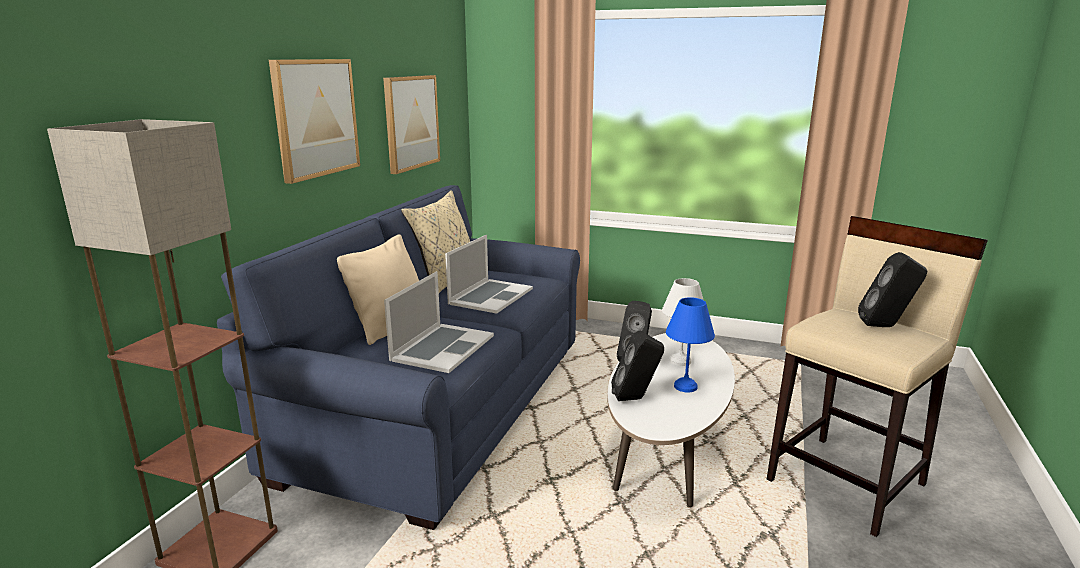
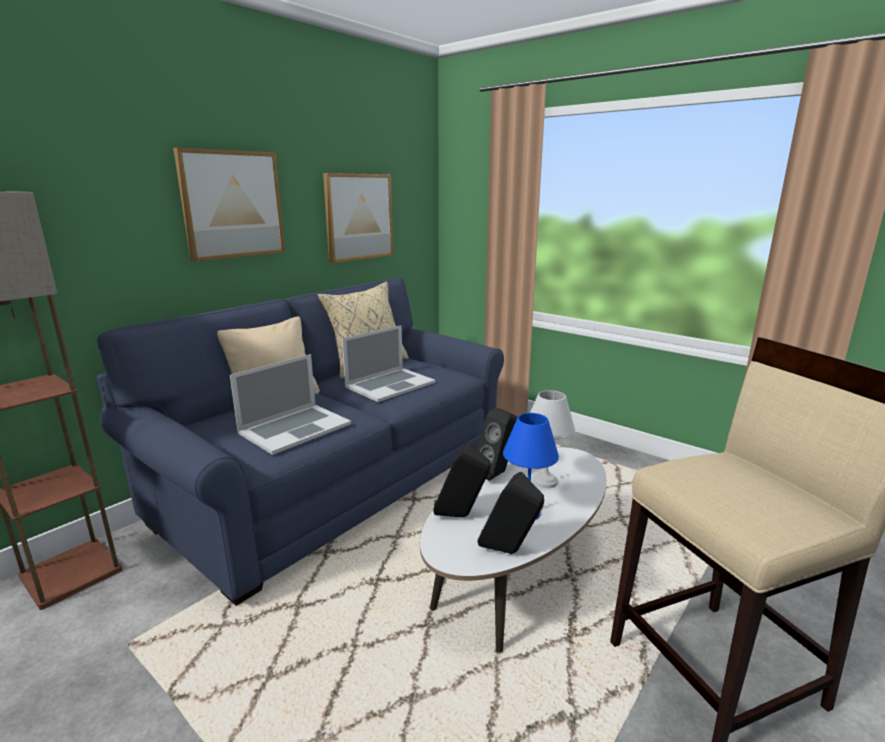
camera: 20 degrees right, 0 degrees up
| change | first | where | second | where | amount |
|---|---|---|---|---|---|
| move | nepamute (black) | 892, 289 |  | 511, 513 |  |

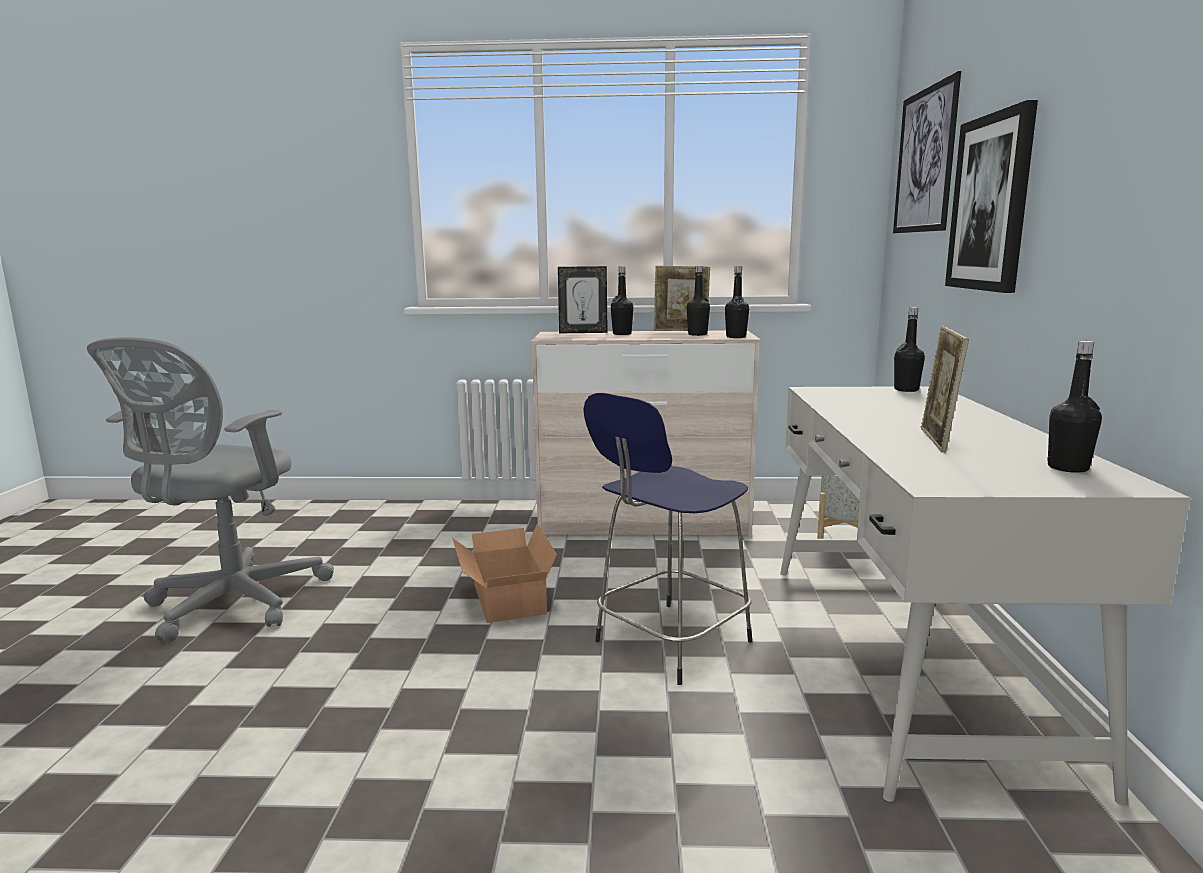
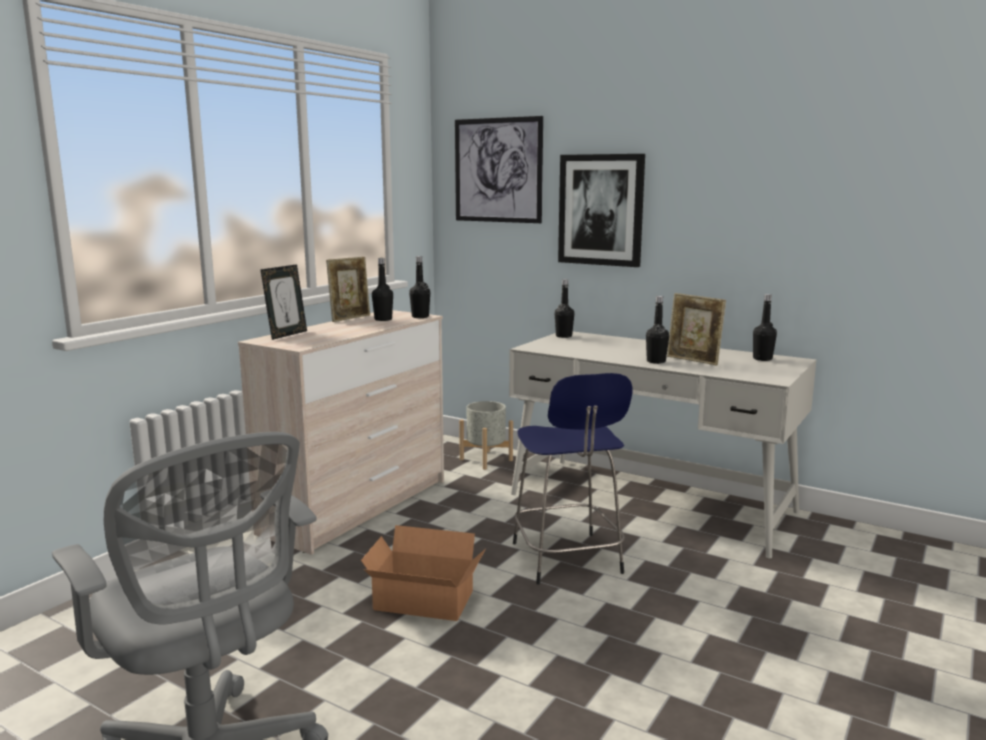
camera: 60 degrees left, 0 degrees up
| change | first | where | second | where | amount |
|---|---|---|---|---|---|
| move | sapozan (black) | 622, 301 |  | 657, 330 |  |

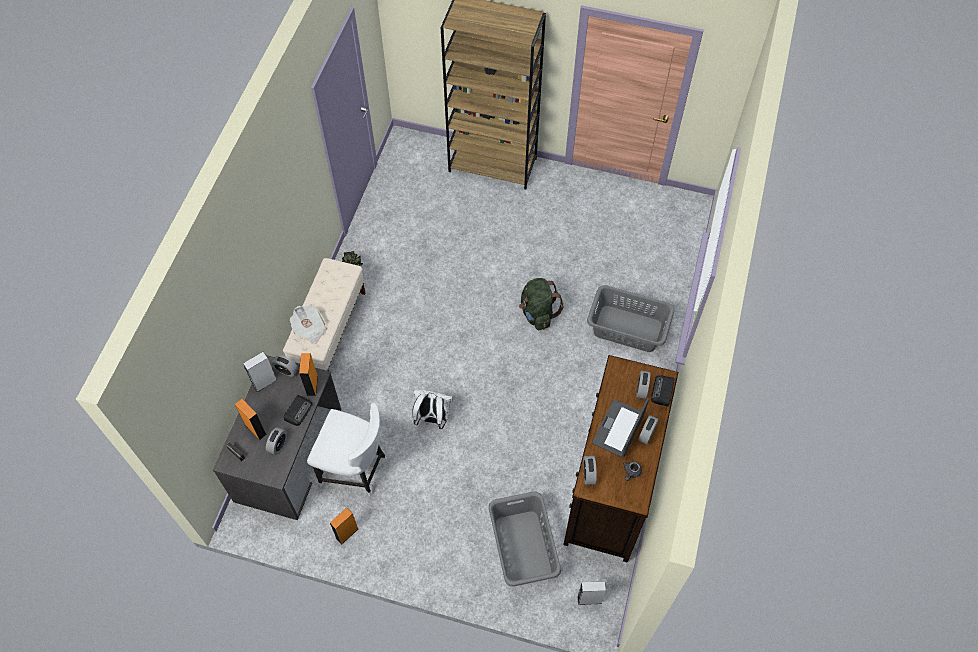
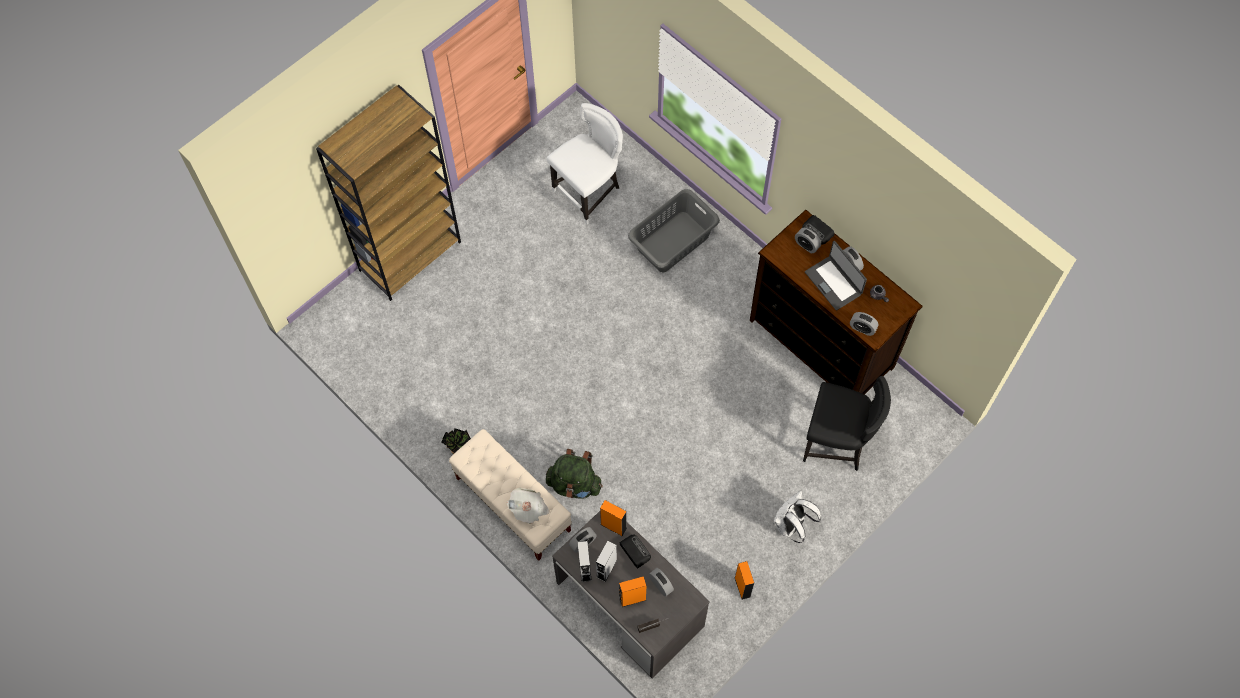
camera: 60 degrees left, 5 degrees up
| change | first | where | second | where | amount |
|---|---|---|---|---|---|
| move | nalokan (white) | 347, 450 |  | 585, 163 |  |
| move | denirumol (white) | 432, 409 |  | 797, 516 |  |
| replace | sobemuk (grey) | 525, 539 | nalokan (black) | 847, 423 |  |
| move | denirumol (green) | 541, 304 |  | 574, 474 |  |
| move | nepamute (grey) | 591, 593 |  | 606, 561 |  |

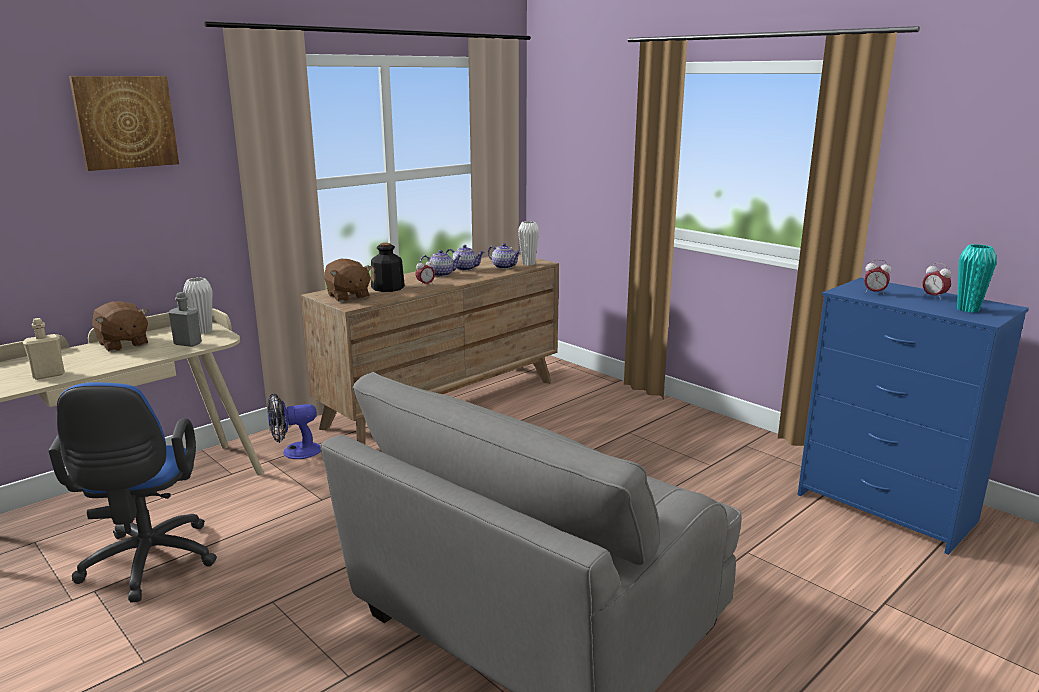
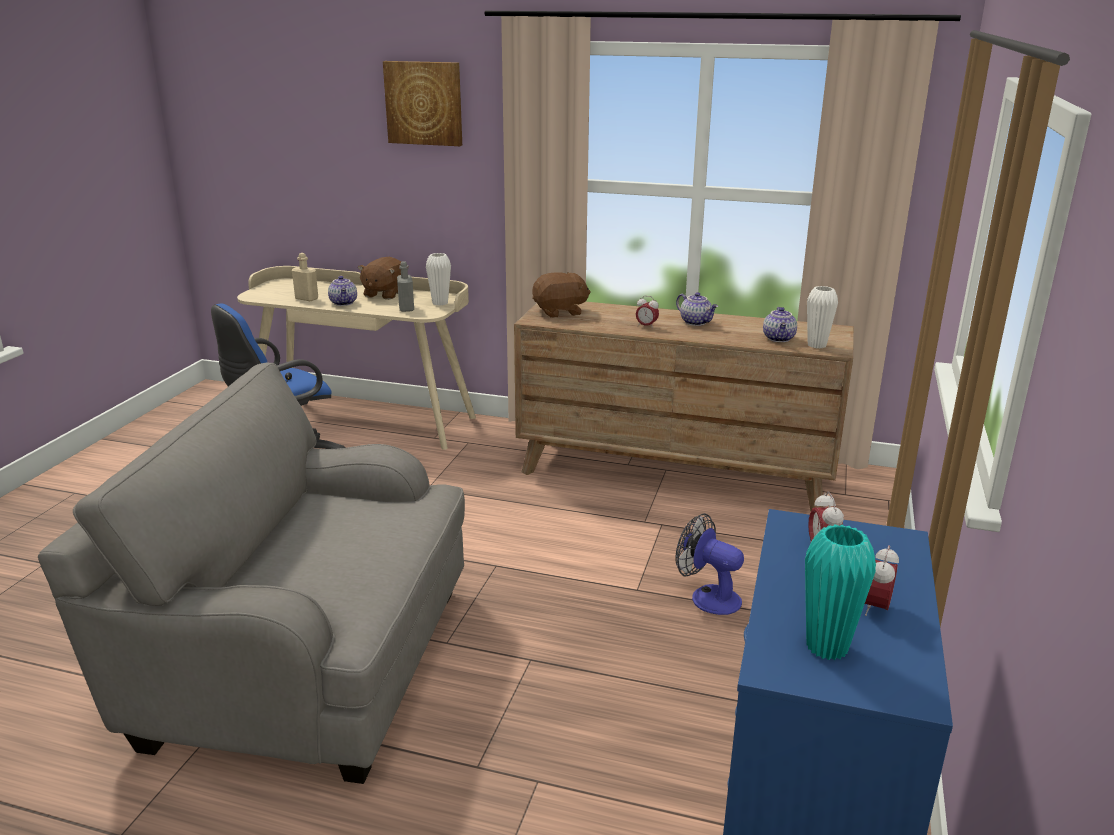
camera: 60 degrees right, 5 degrees up
| change | first | where | second | where | amount |
|---|---|---|---|---|---|
| move | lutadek | 294, 426 |  | 709, 564 |  |
| rotate | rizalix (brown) | 348, 280 |  | 561, 295 | 135 degrees counterclockwise |
| delete | sapozan | 388, 267 |  |  |  |
| move | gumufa | 465, 258 |  | 342, 291 |  |

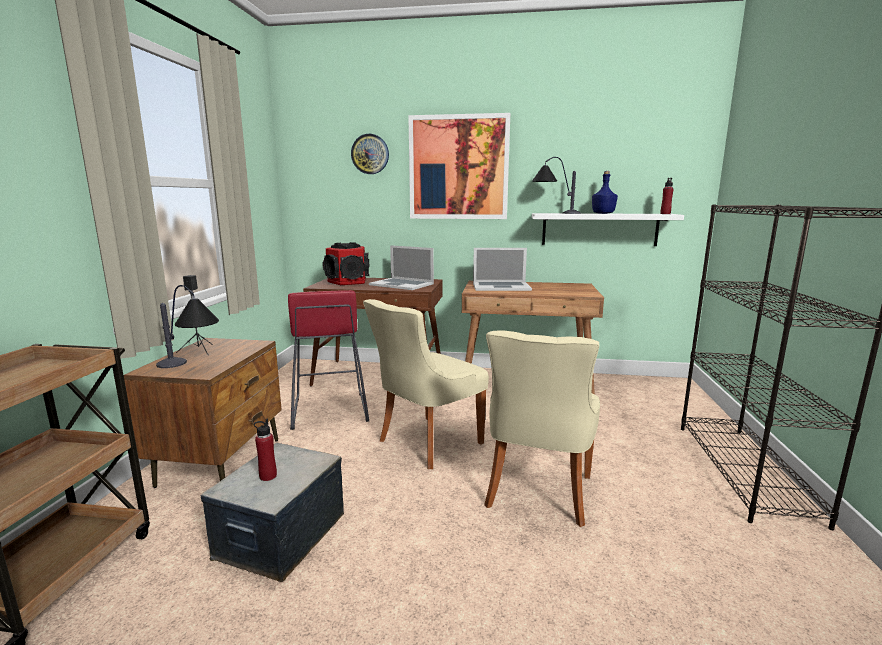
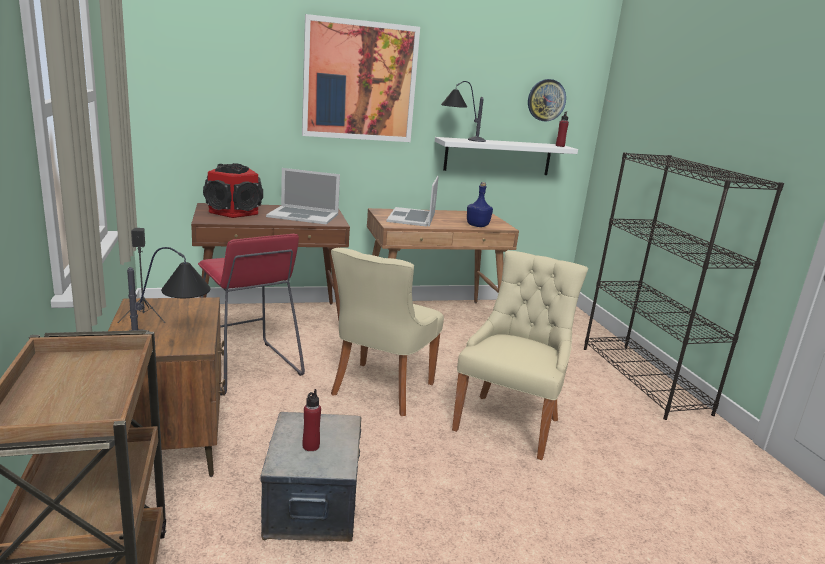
camera: 25 degrees left, 5 degrees up
| change | first | where | second | where | amount |
|---|---|---|---|---|---|
| move | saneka | 370, 154 |  | 547, 100 |  |
| rotate | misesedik | 502, 269 |  | 412, 201 | 120 degrees clockwise |
| rotate | nalokan (beige) | 542, 429 |  | 520, 355 | 150 degrees counterclockwise |
| move | sapozan (blue) | 605, 192 |  | 480, 204 |  |

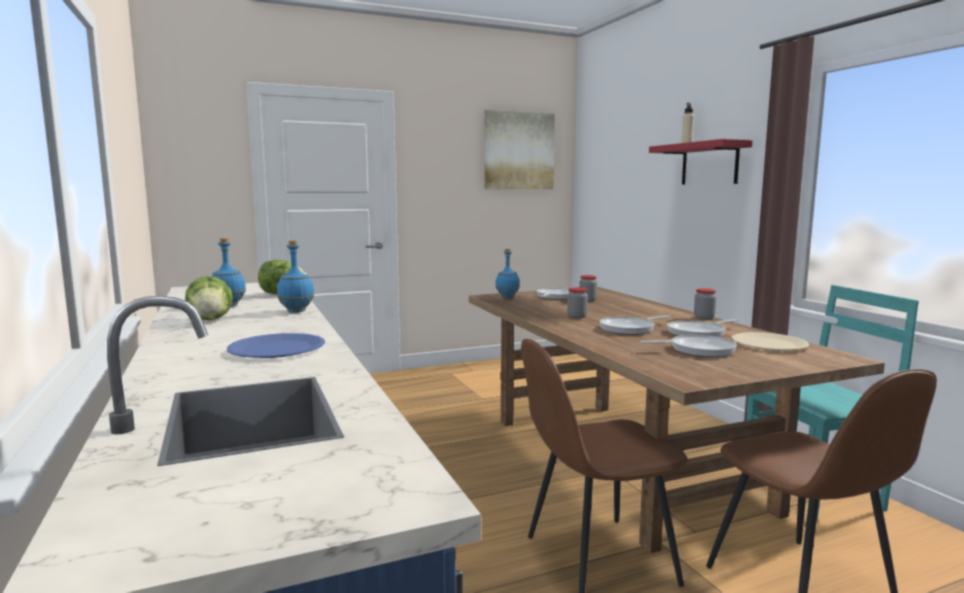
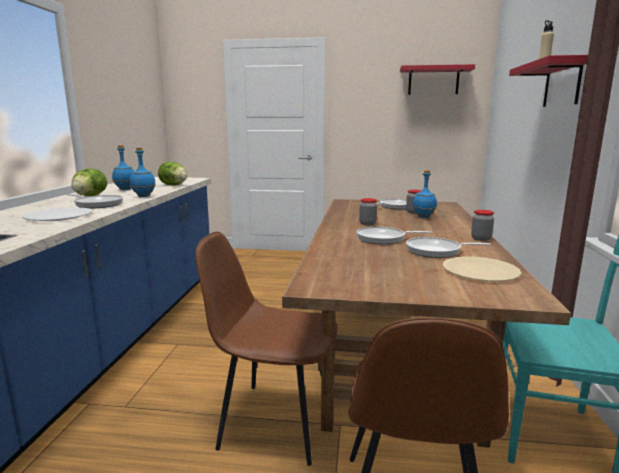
camera: 30 degrees right, 5 degrees up
| change | first | where | second | where | amount |
|---|---|---|---|---|---|
| recolor | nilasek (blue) | 276, 345 | nilasek (white) | 57, 214 |  |
| replace | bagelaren | 519, 149 | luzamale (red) | 437, 79 |  |
| move | sapozan (blue) | 507, 273 |  | 425, 194 |  |
| move | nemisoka | 689, 346 |  | 94, 201 |  |

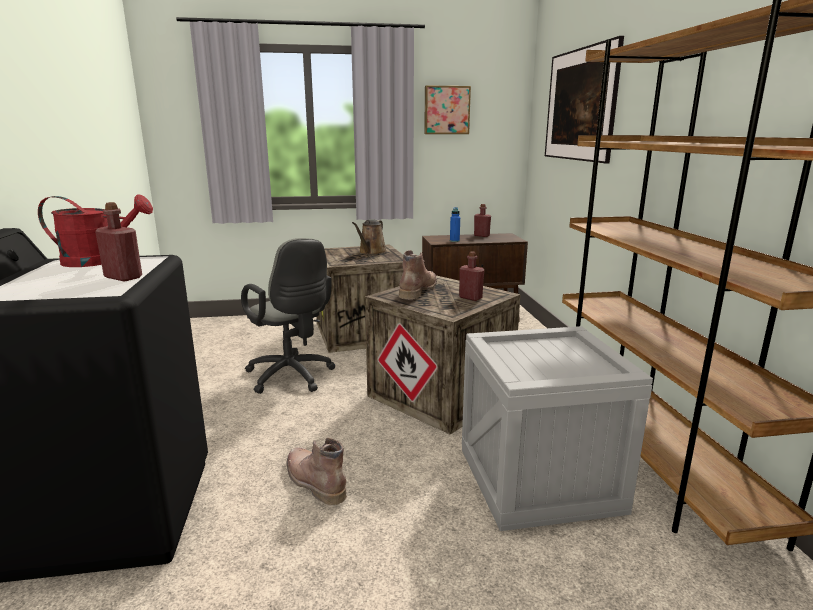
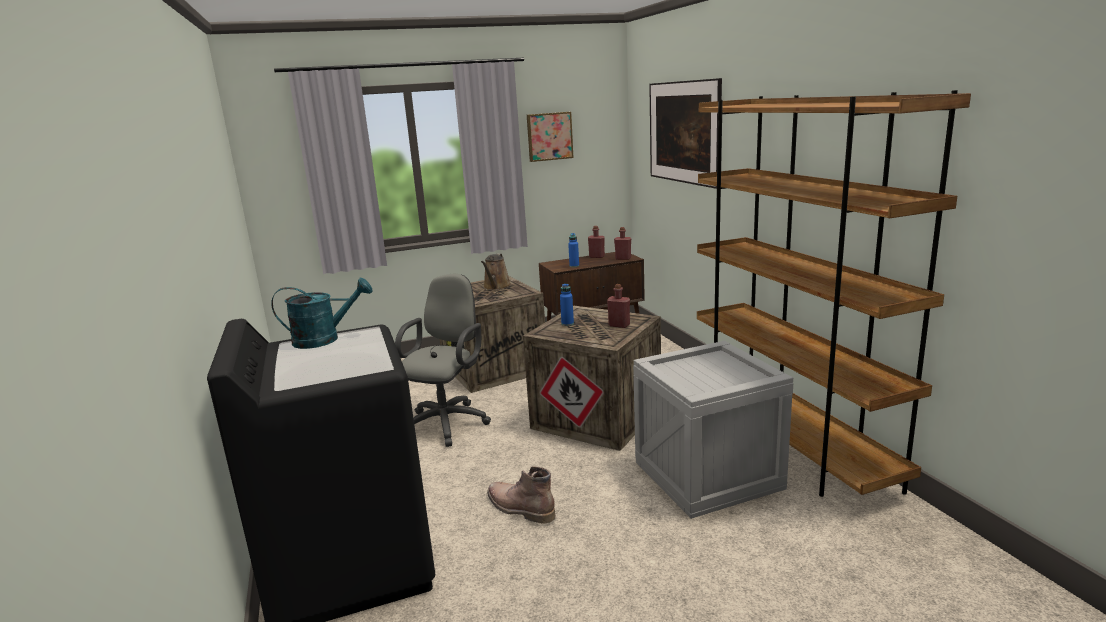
camera: 10 degrees left, 0 degrees up
| change | first | where | second | where | amount |
|---|---|---|---|---|---|
| recolor | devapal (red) | 95, 230 | devapal (turquoise) | 322, 313 |  |
| move | sapozan (red) | 118, 241 |  | 622, 243 |  |
| rotate | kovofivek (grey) | 288, 316 |  | 443, 360 | 105 degrees counterclockwise |
| replace | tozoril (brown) | 417, 275 | sapozan (blue) | 567, 304 |  |

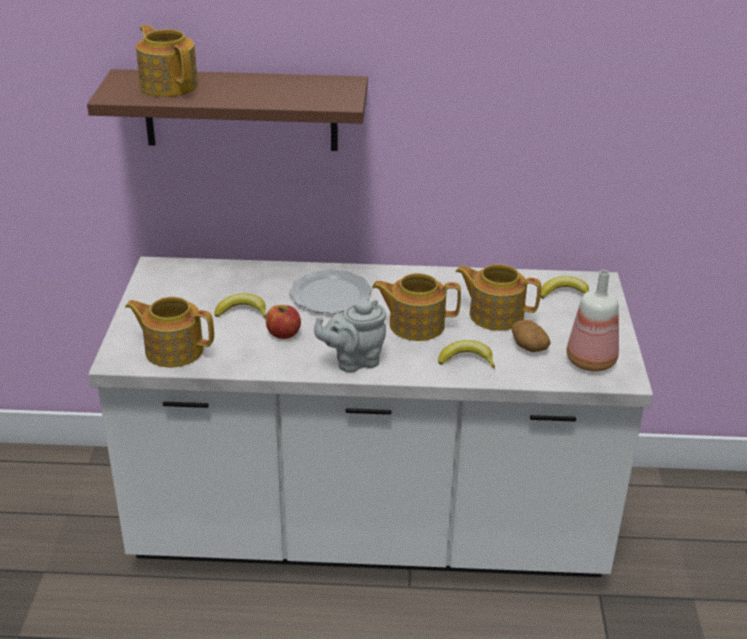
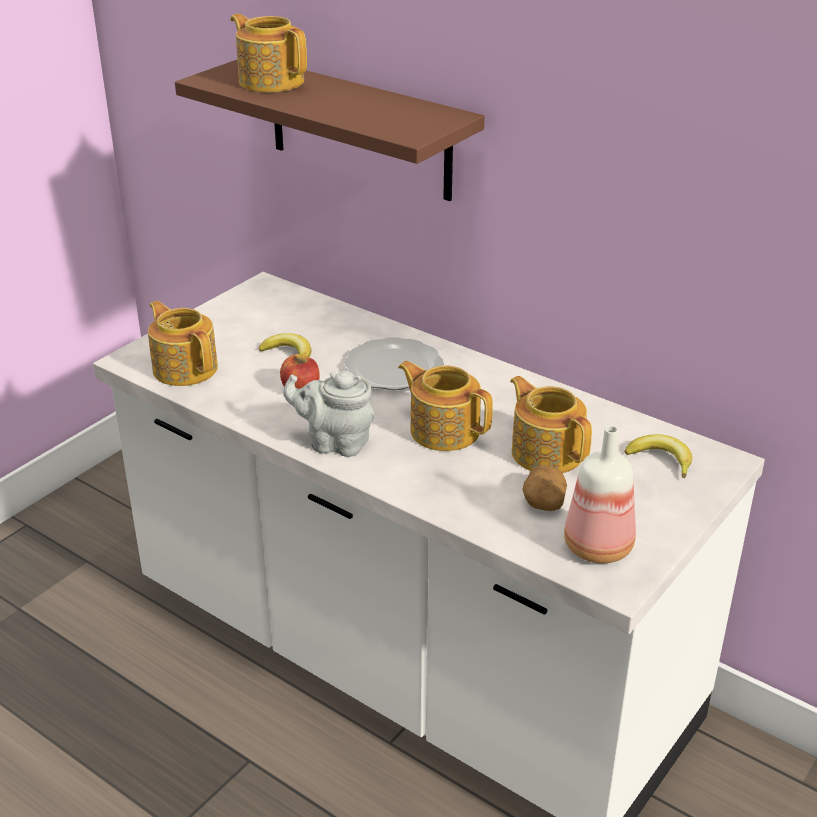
camera: 35 degrees right, 0 degrees up
| change | first | where | second | where | amount |
|---|---|---|---|---|---|
| rotate | gumufa | 167, 61 |  | 268, 53 | 45 degrees counterclockwise |
| delete | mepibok | 466, 354 |  |  |  |

